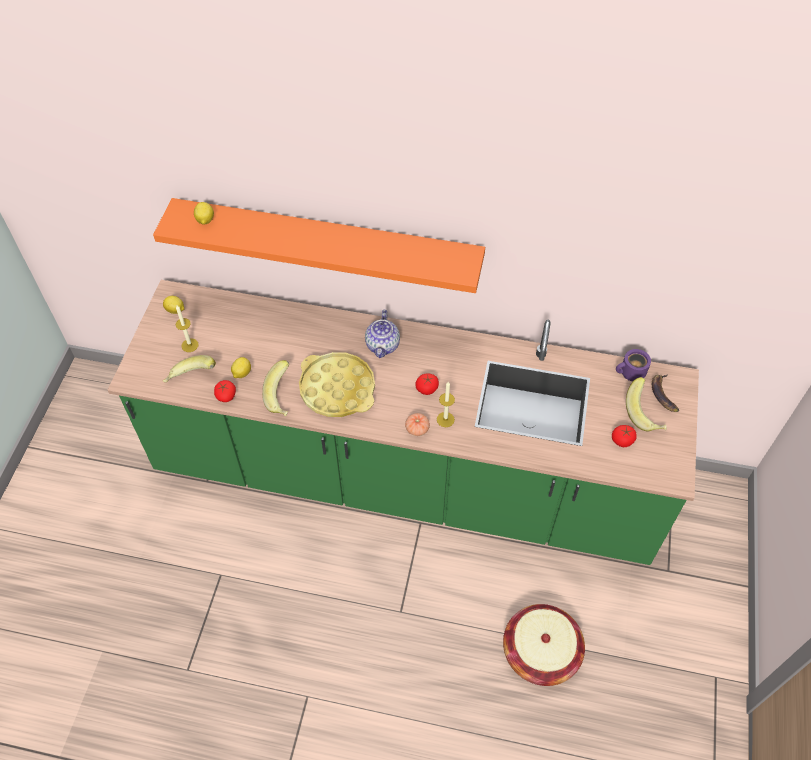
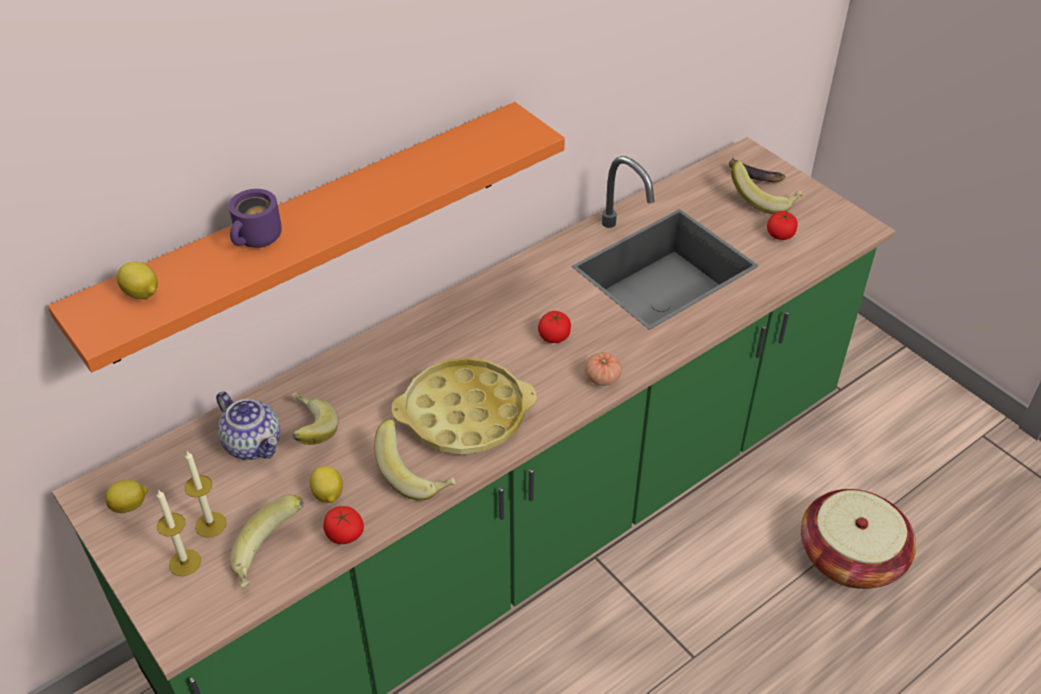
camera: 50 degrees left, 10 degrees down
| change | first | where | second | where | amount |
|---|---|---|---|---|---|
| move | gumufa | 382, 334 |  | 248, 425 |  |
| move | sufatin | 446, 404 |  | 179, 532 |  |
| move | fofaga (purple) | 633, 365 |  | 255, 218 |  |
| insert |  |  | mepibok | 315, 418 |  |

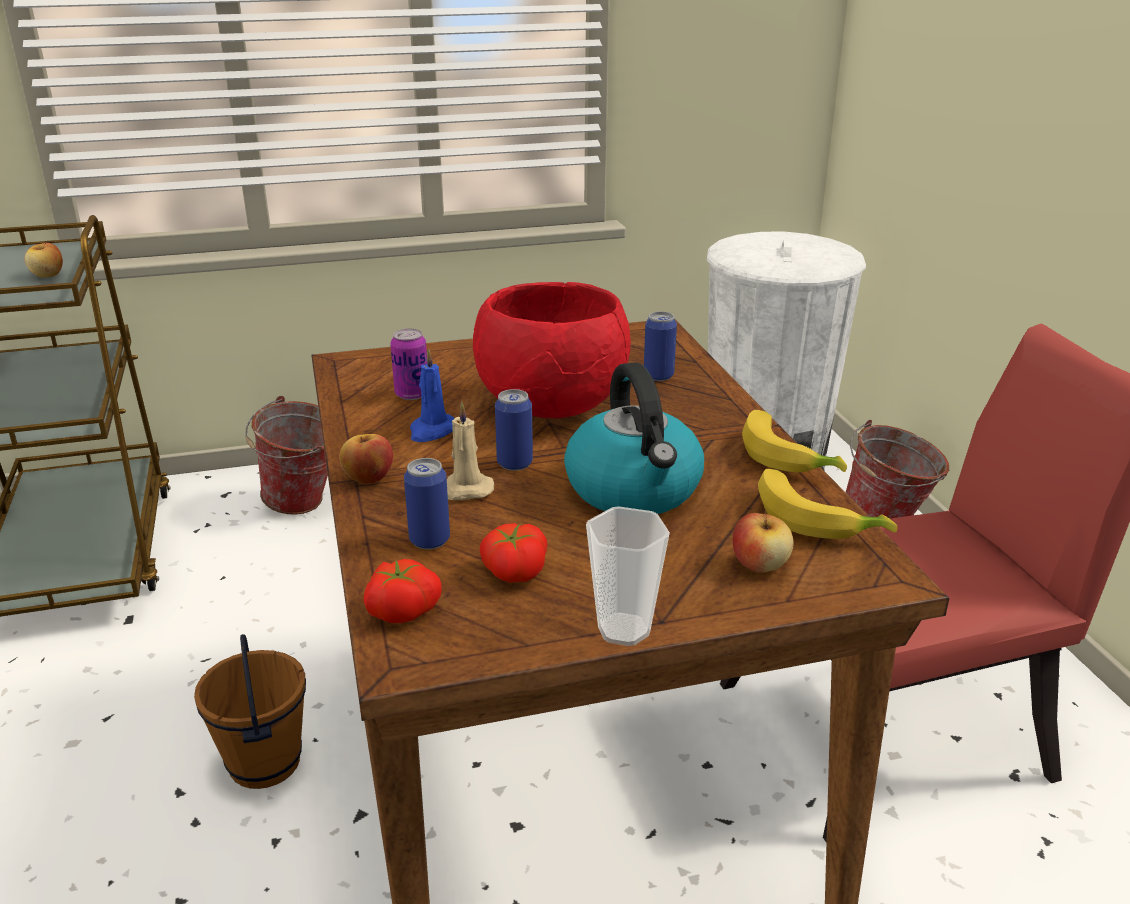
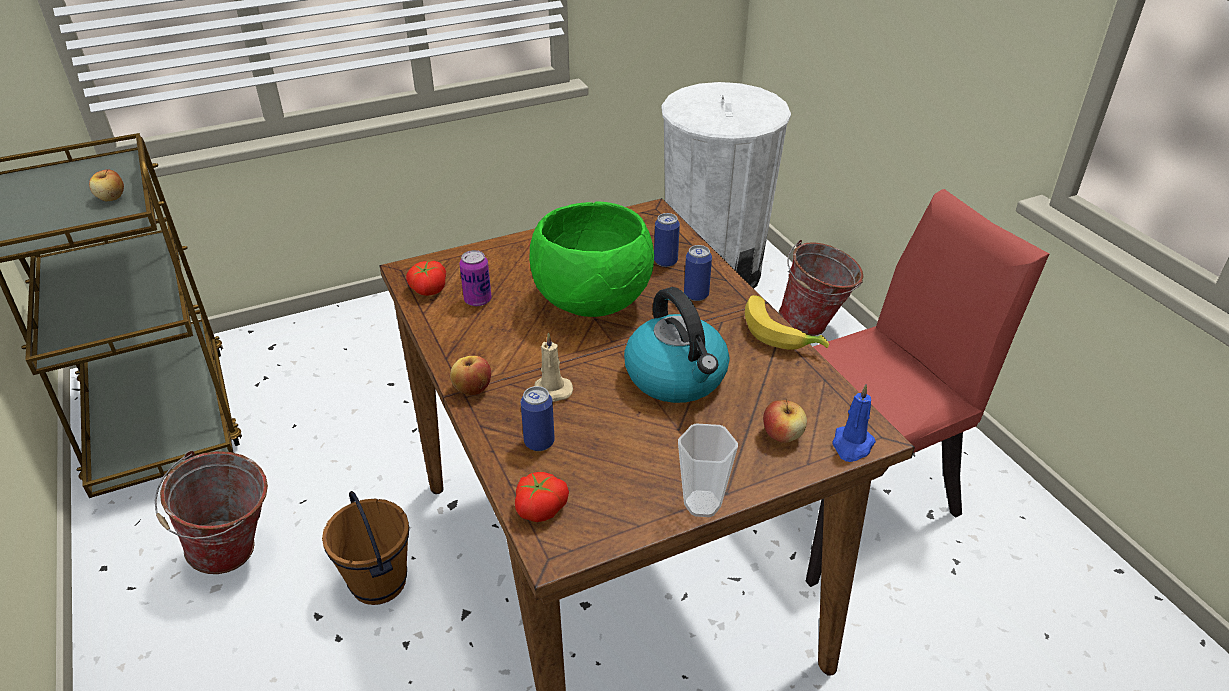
camera: 10 degrees left, 10 degrees up
| change | first | where | second | where | amount |
|---|---|---|---|---|---|
| move | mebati | 286, 455 |  | 211, 512 |  |
| move | sufatin (blue) | 432, 395 |  | 854, 423 |  |
| recolor | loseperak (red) | 552, 350 | loseperak (green) | 591, 259 |  |
| move | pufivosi | 514, 553 |  | 426, 278 |  |
| move | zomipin | 514, 430 |  | 698, 273 |  |
| delete | mepibok | 828, 504 |  |  |  |

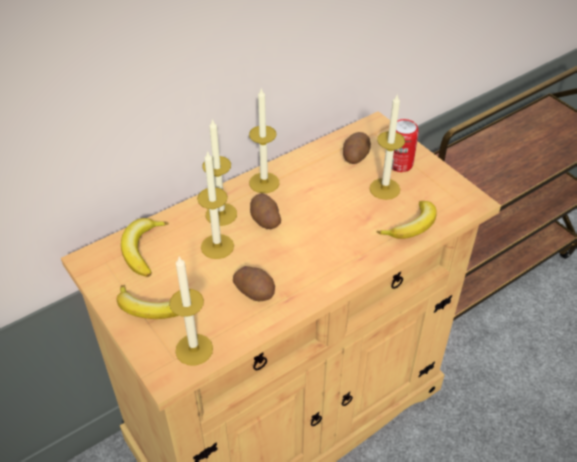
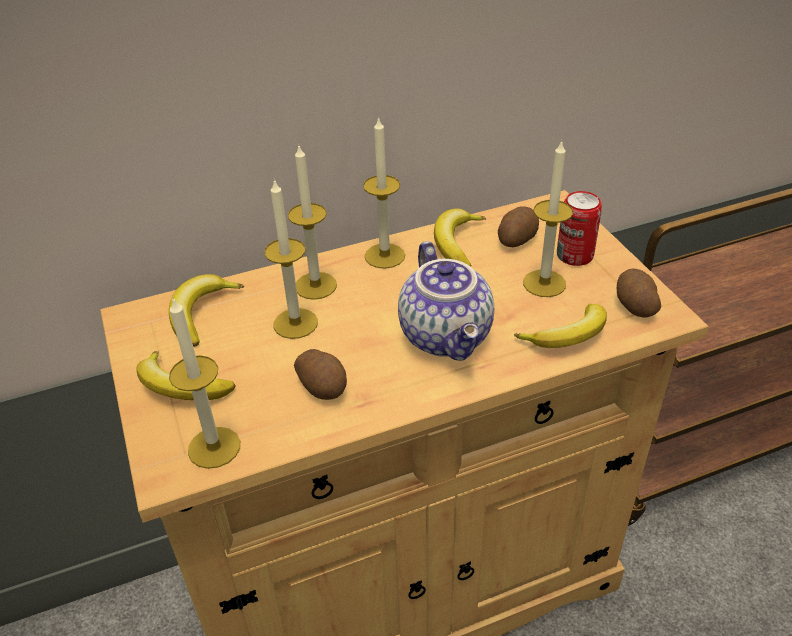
camera: 15 degrees right, 5 degrees down
| change | first | where | second | where | amount |
|---|---|---|---|---|---|
| move | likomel | 265, 211 |  | 639, 293 |  |
| insert |  |  | gumufa | 446, 301 |  |
| insert |  |  | mepibok | 460, 238 |  |

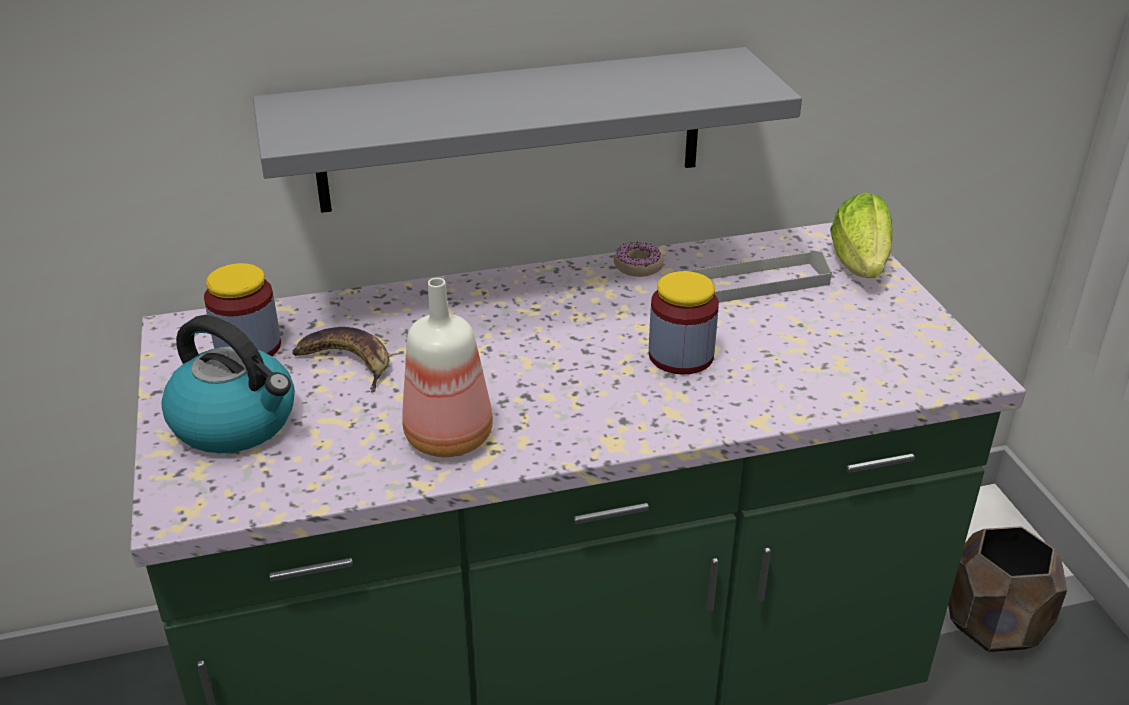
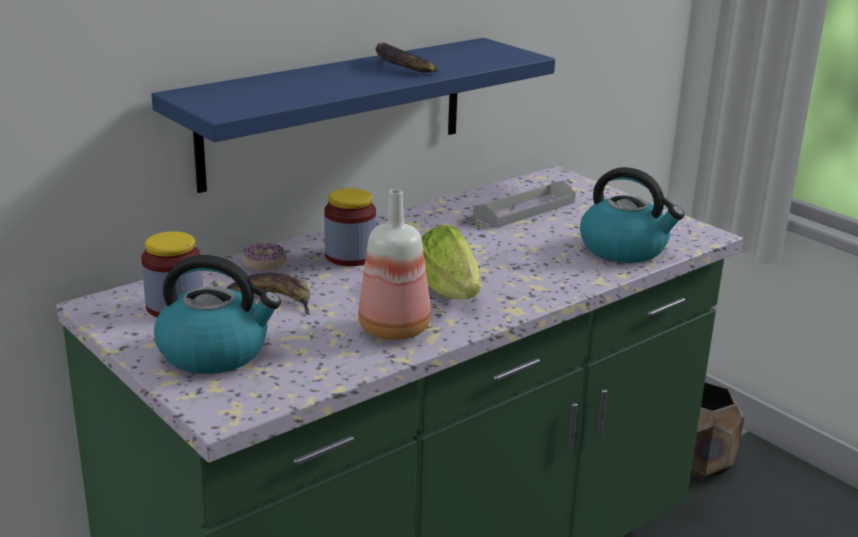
camera: 25 degrees left, 10 degrees down
| change | first | where | second | where | amount |
|---|---|---|---|---|---|
| recolor | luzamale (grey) | 527, 130 | luzamale (blue) | 353, 115 |  |
| move | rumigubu | 639, 259 |  | 264, 257 |  |
| move | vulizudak | 684, 322 |  | 350, 227 |  |
| move | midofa | 861, 235 |  | 451, 262 |  |
| insert |  |  | mepibok | 406, 58 |  |
| insert |  |  | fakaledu | 632, 215 |  |

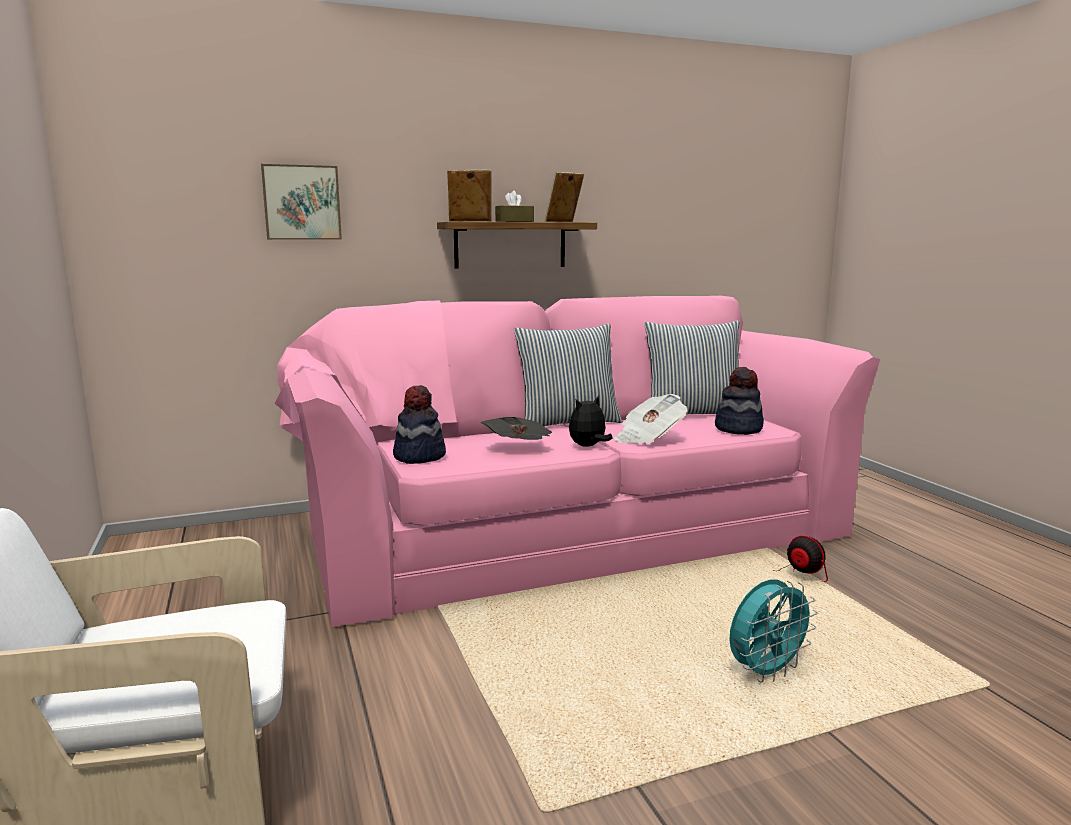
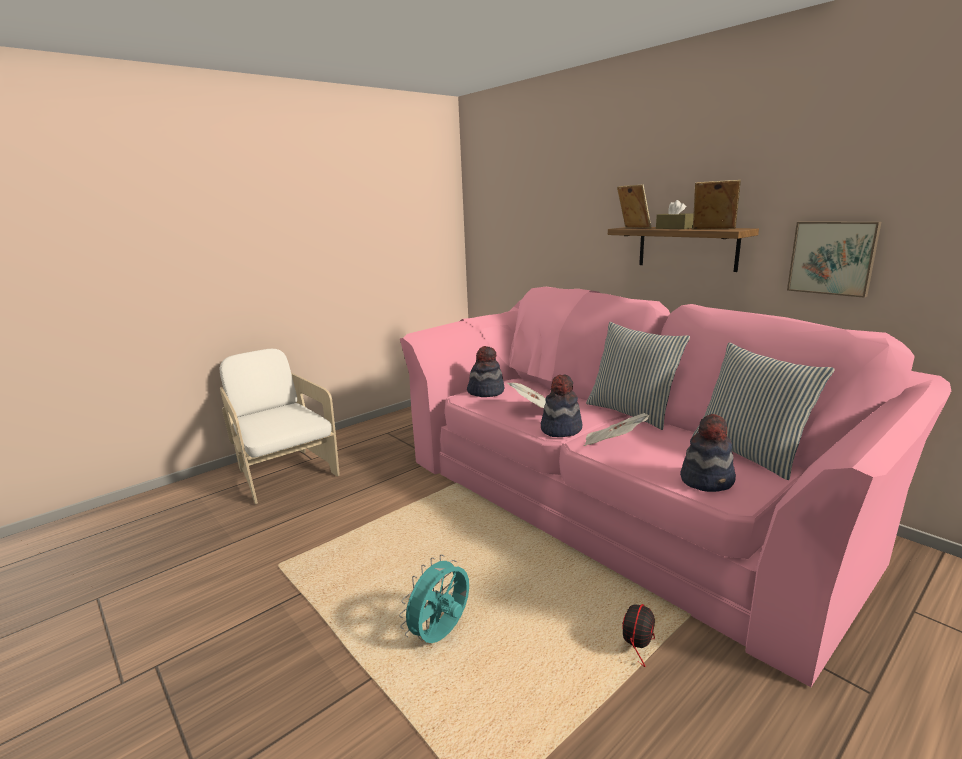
camera: 70 degrees right, 5 degrees up
| change | first | where | second | where | amount |
|---|---|---|---|---|---|
| move | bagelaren | 301, 202 |  | 834, 259 |  |
| replace | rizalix | 591, 421 | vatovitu | 561, 406 |  |
| rotate | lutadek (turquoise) | 773, 631 |  | 434, 598 | 90 degrees clockwise |

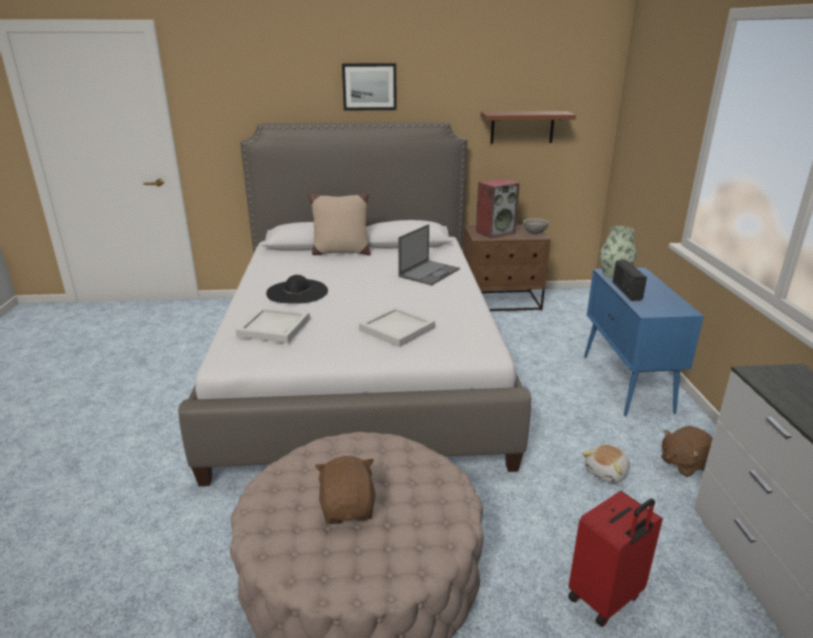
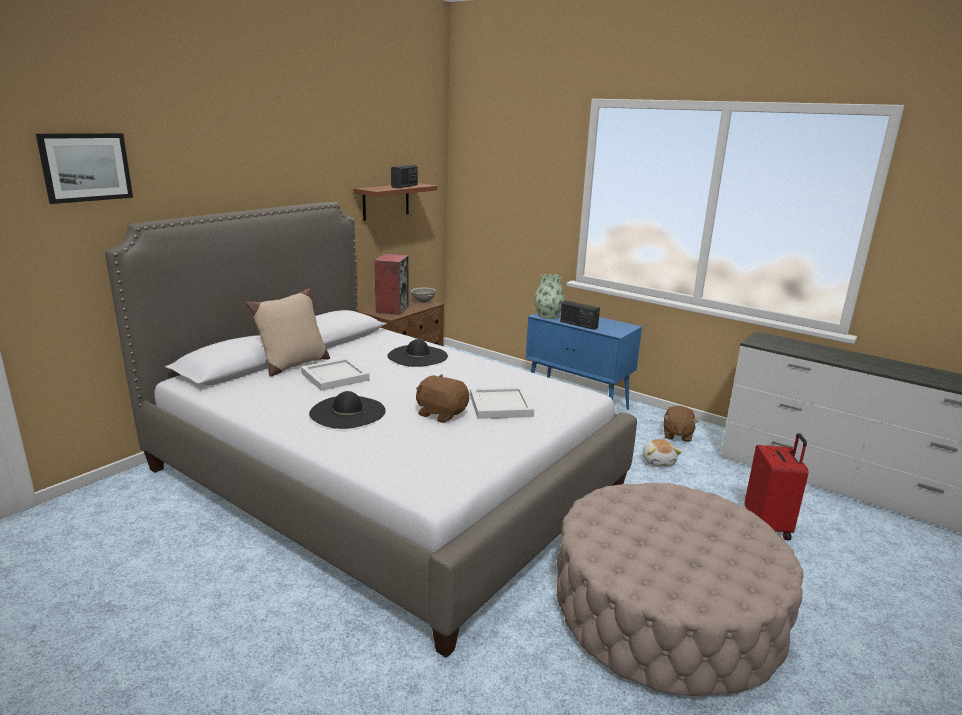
camera: 50 degrees left, 5 degrees down
| change | first | where | second | where | amount |
|---|---|---|---|---|---|
| move | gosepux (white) | 273, 325 |  | 335, 374 |  |
| move | rizalix (brown) | 345, 490 |  | 442, 398 |  |
| move | bagelaren | 369, 87 |  | 84, 168 |  |
| replace | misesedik | 429, 255 | vatovitu (black) | 417, 353 |  |
| insert |  |  | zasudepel | 404, 176 |  |

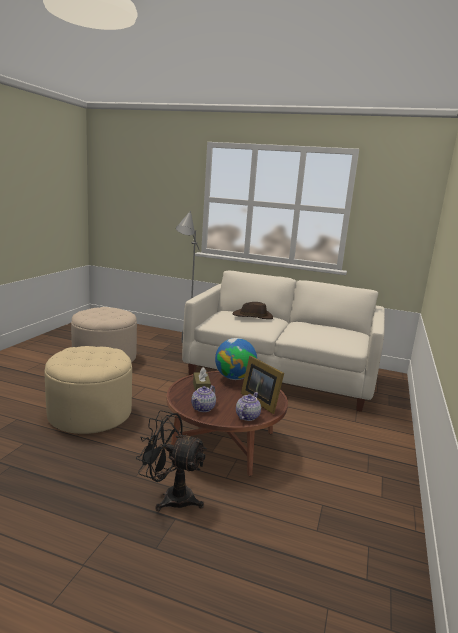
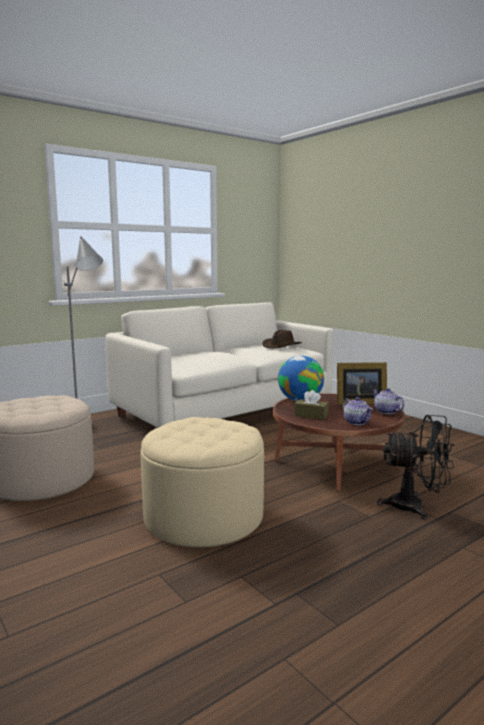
camera: 55 degrees left, 5 degrees down
| change | first | where | second | where | amount |
|---|---|---|---|---|---|
| rotate | lutadek (black) | 171, 460 |  | 415, 467 | 135 degrees counterclockwise |
| move | vatovitu (brown) | 252, 310 |  | 282, 339 |  |

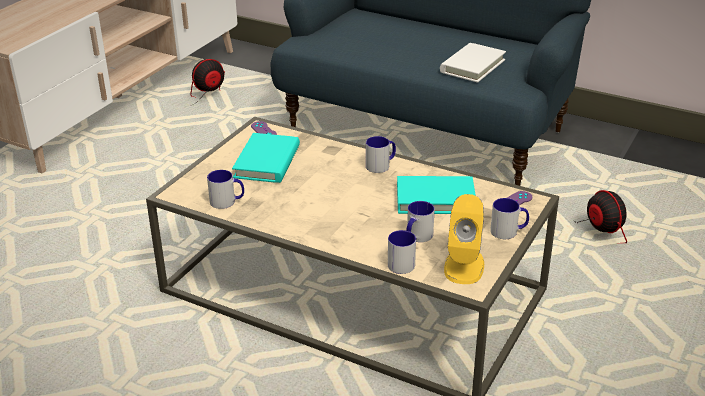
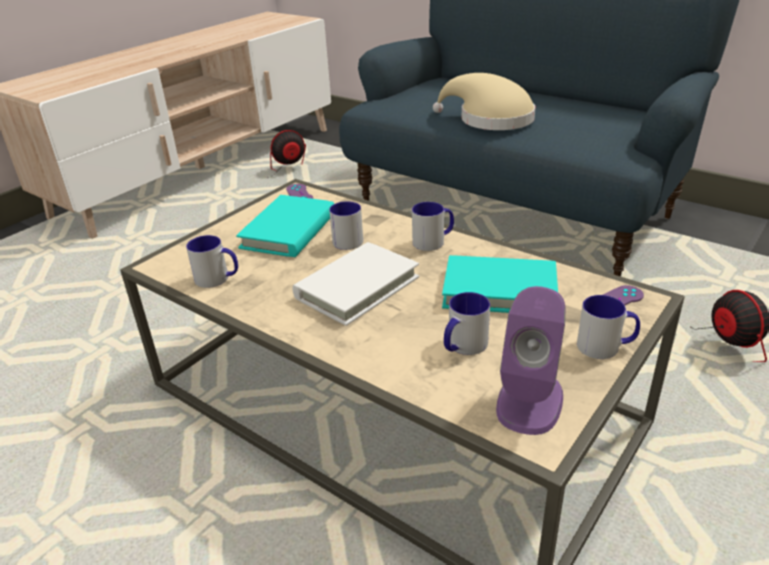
camera: 10 degrees right, 0 degrees up
| change | first | where | second | where | amount |
|---|---|---|---|---|---|
| move | fofaga | 402, 252 |  | 346, 225 |  |
| move | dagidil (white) | 473, 63 |  | 356, 284 |  |
| recolor | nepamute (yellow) | 464, 239 | nepamute (purple) | 530, 360 |  |
| insert |  |  | vatovitu (beige) | 484, 101 |  |

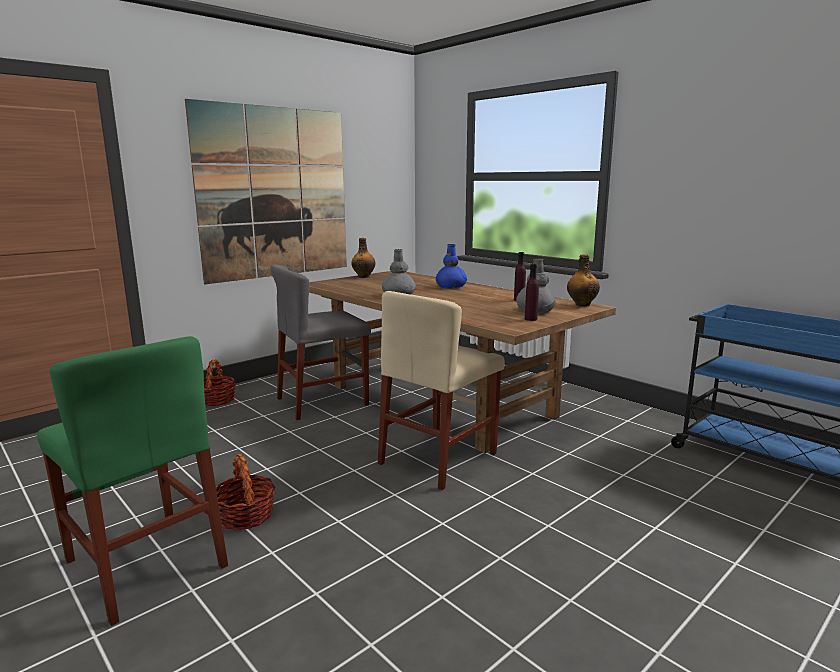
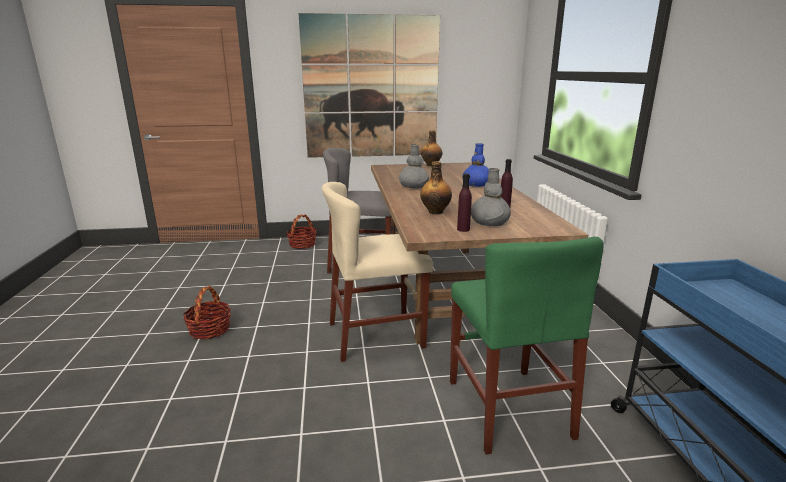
camera: 35 degrees right, 5 degrees up
| change | first | where | second | where | amount |
|---|---|---|---|---|---|
| move | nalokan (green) | 132, 481 |  | 527, 346 |  |
| move | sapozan | 583, 280 |  | 436, 188 |  |

